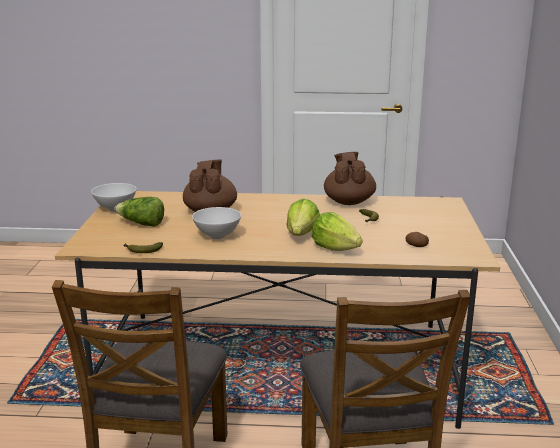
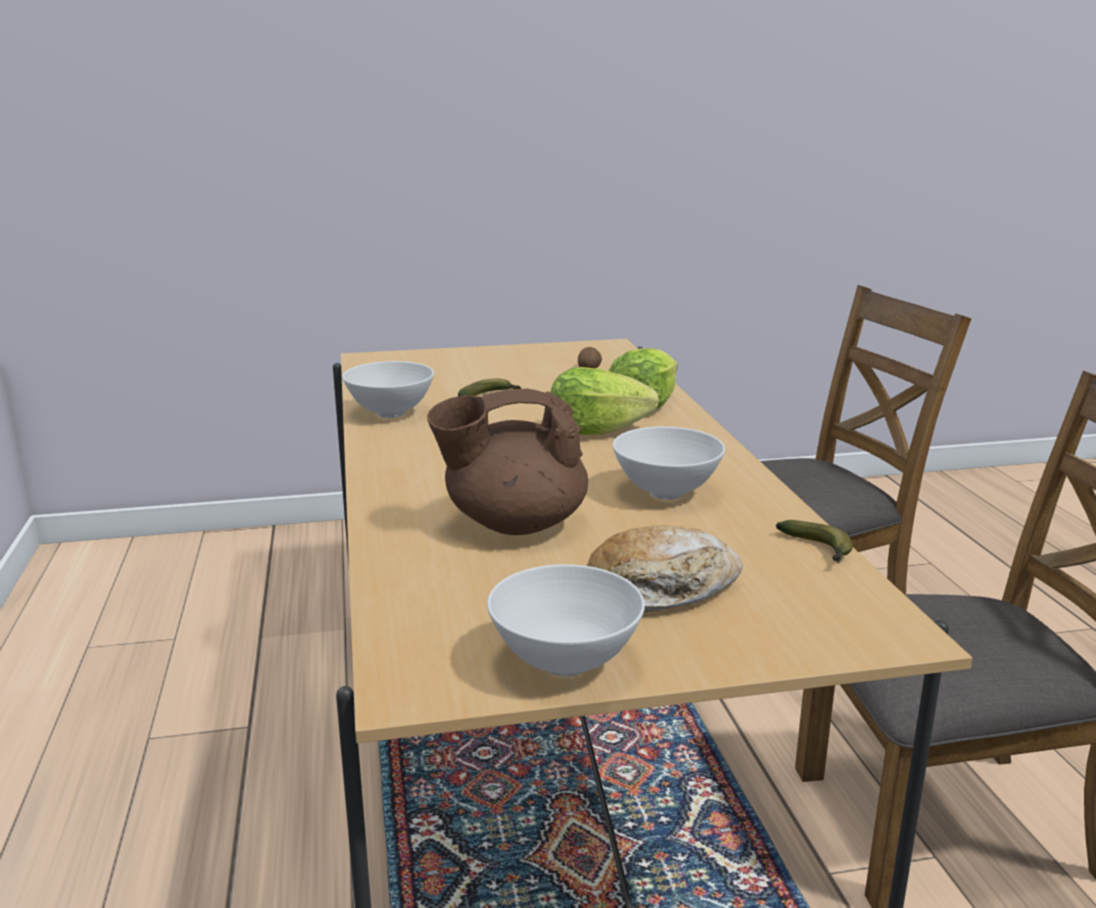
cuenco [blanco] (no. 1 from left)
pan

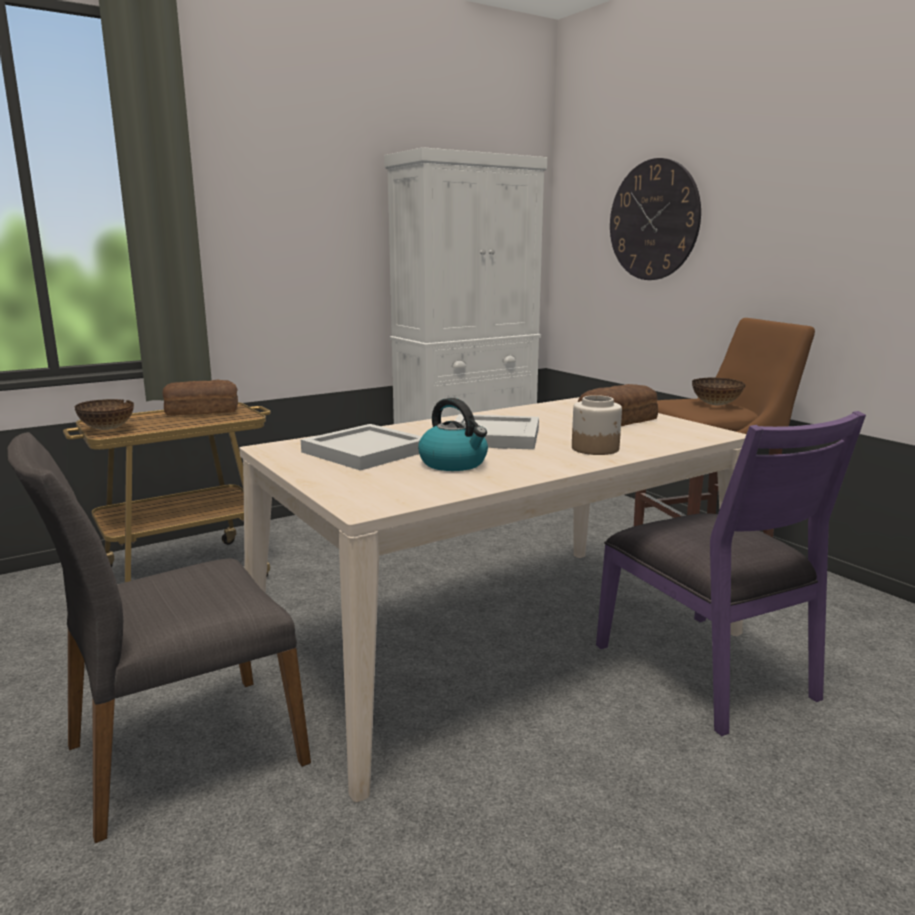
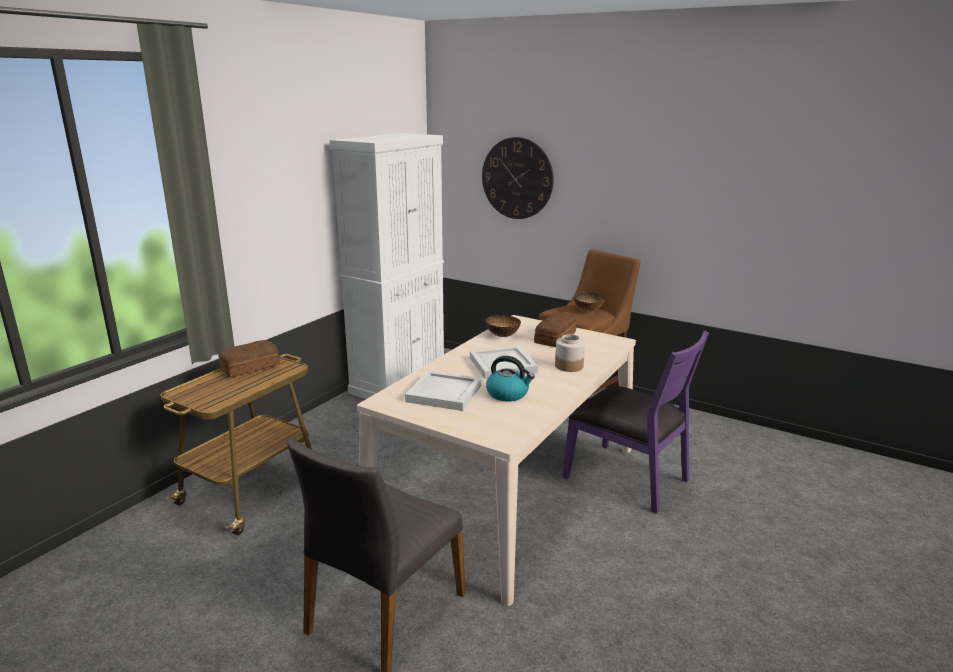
cuenco (no. 1 from left)

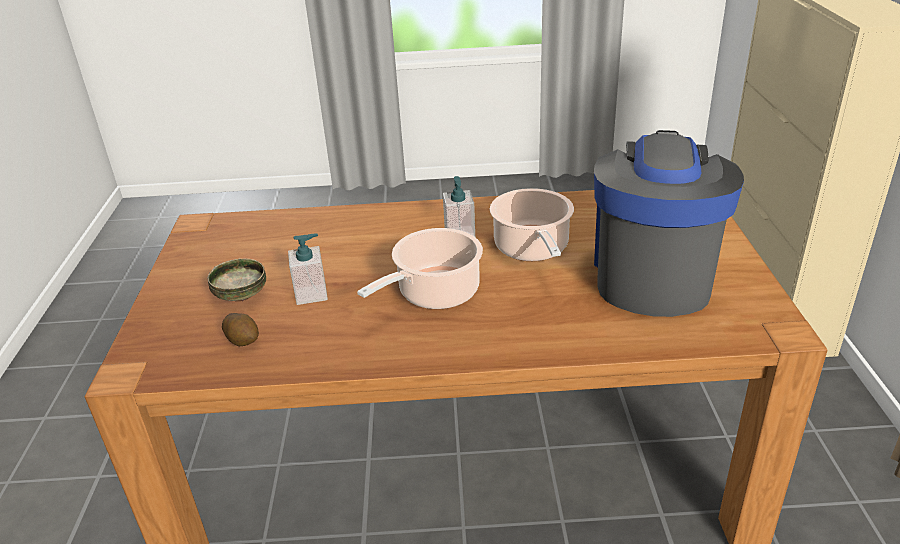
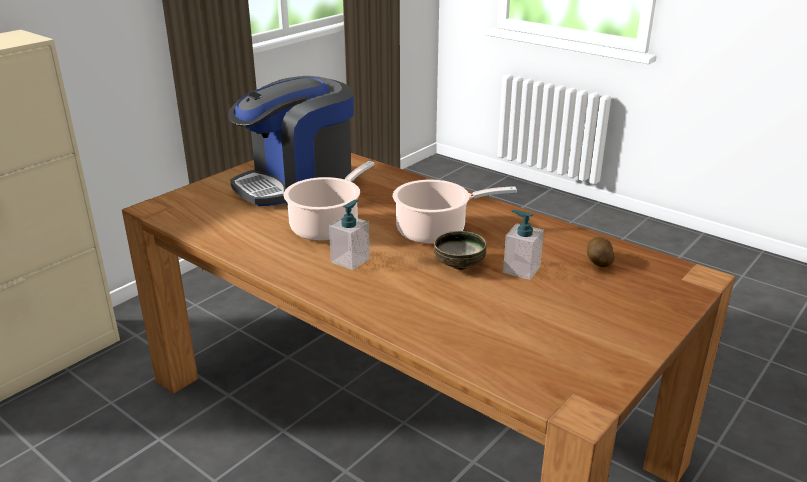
cuenco

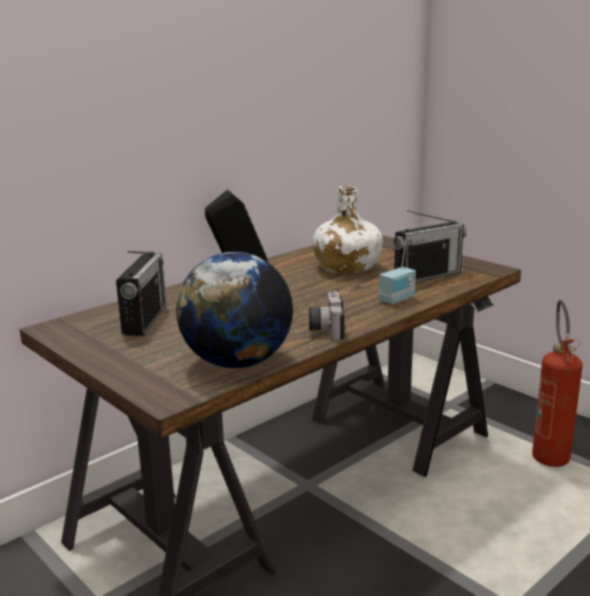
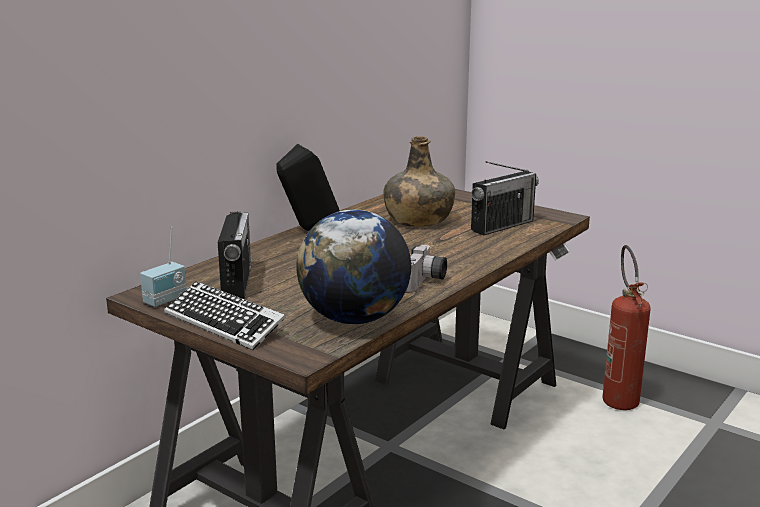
radio (no. 1 from left)
teclado
botella [verde]
cámara

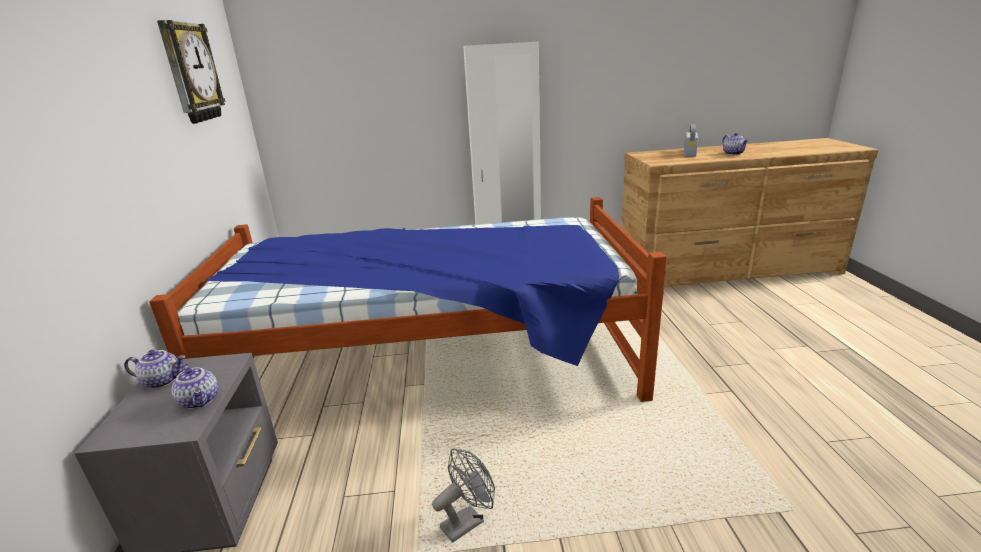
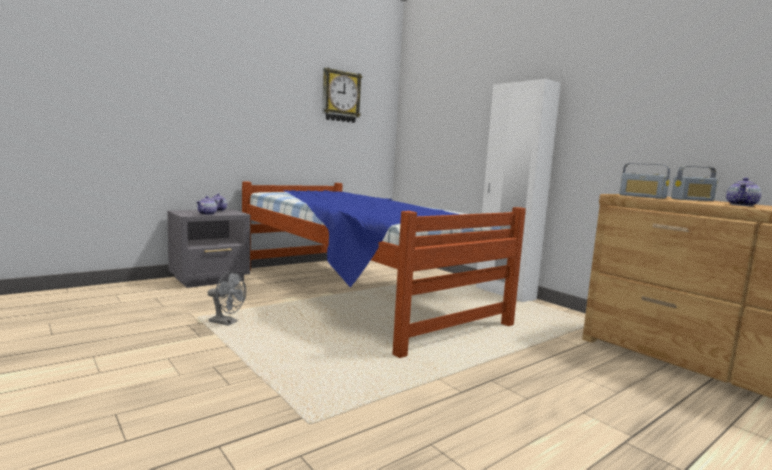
radio (no. 1 from left)

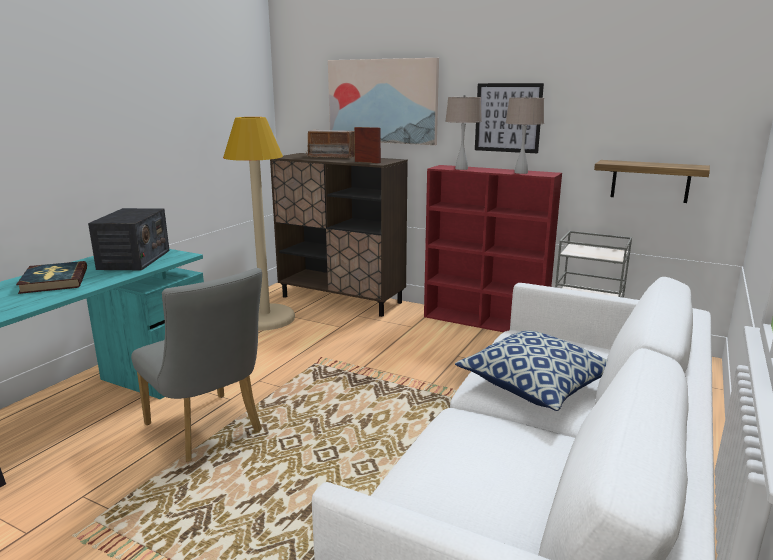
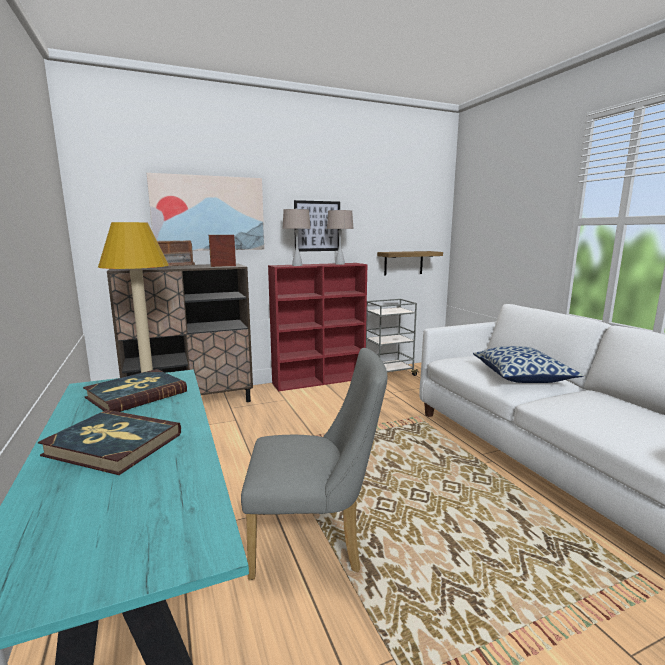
libro (no. 2 from left)

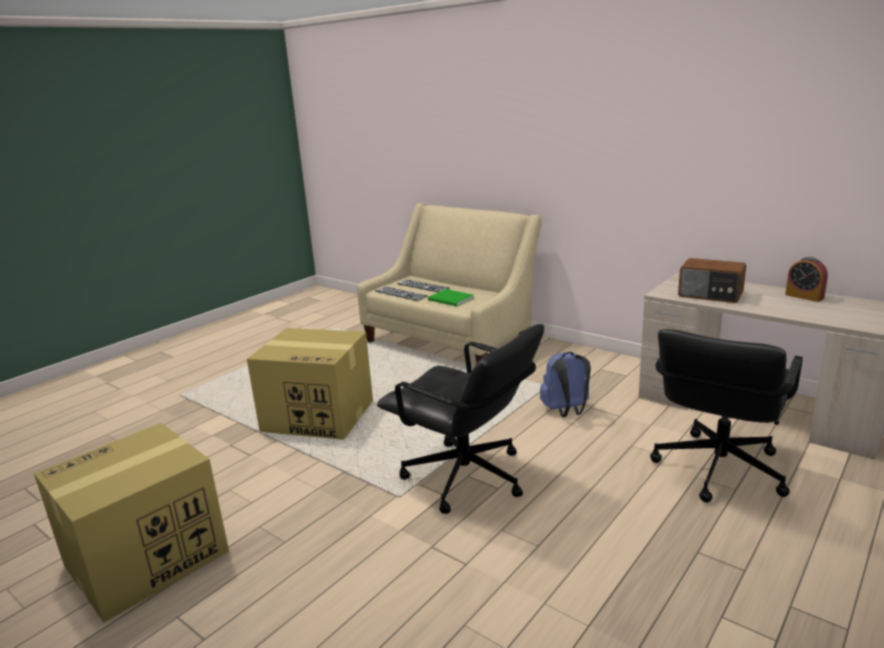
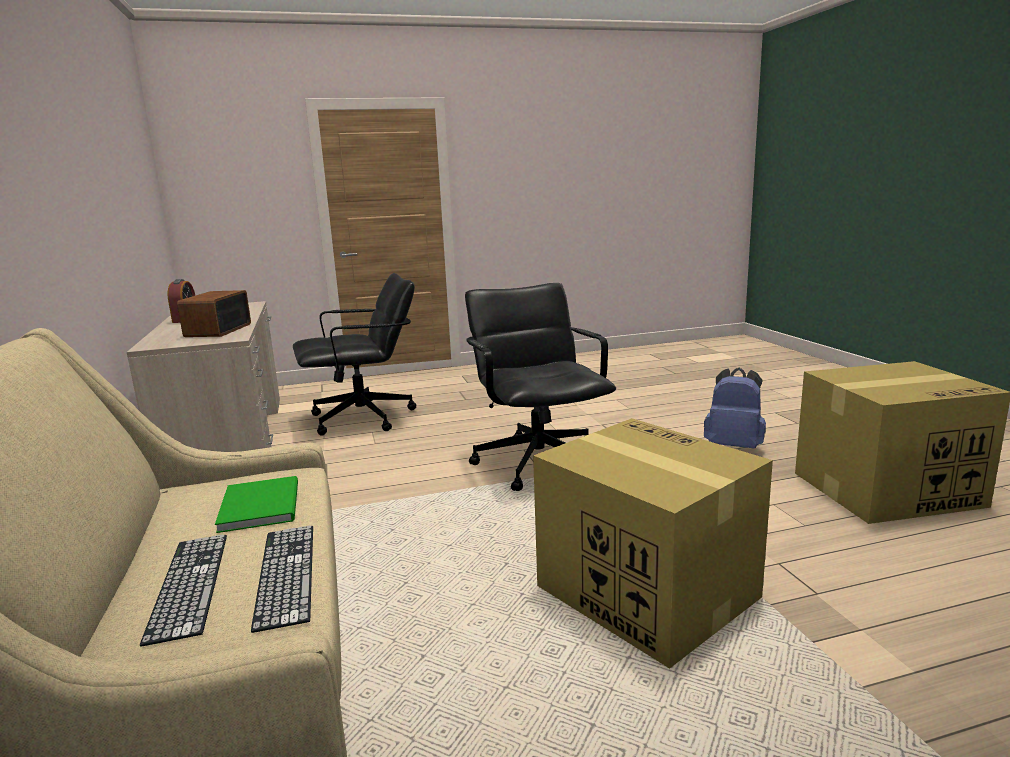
radio
mochila [azul]

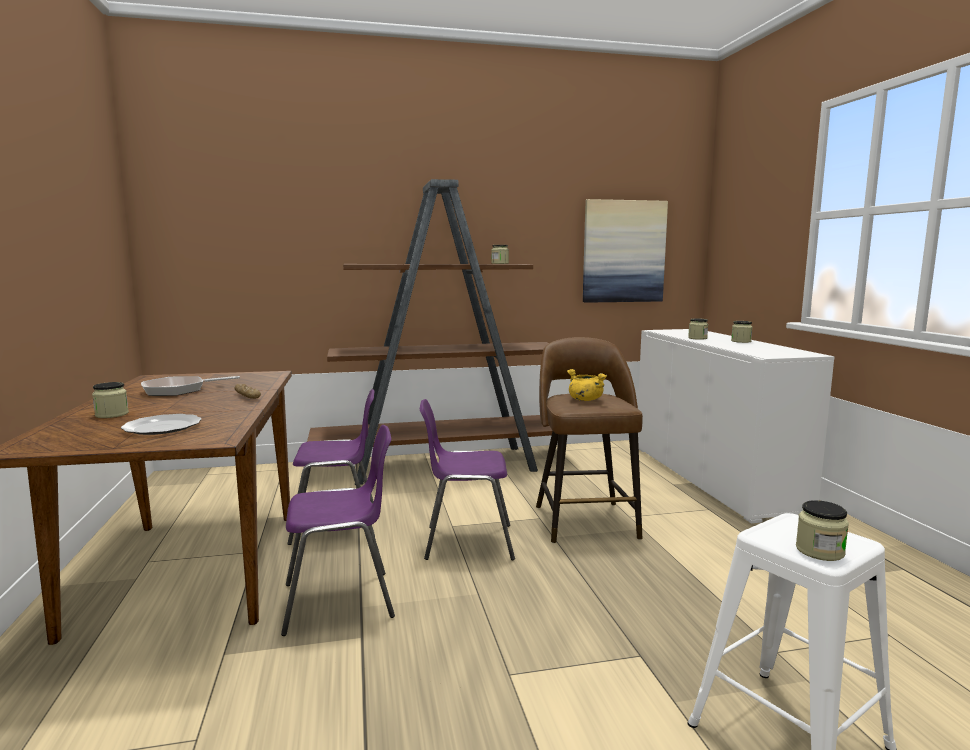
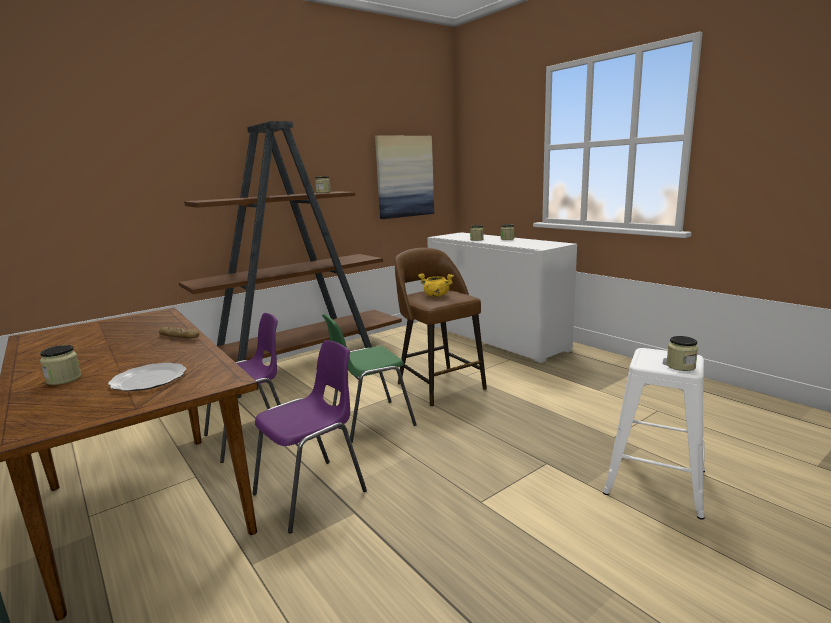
silla [verde]
sartén

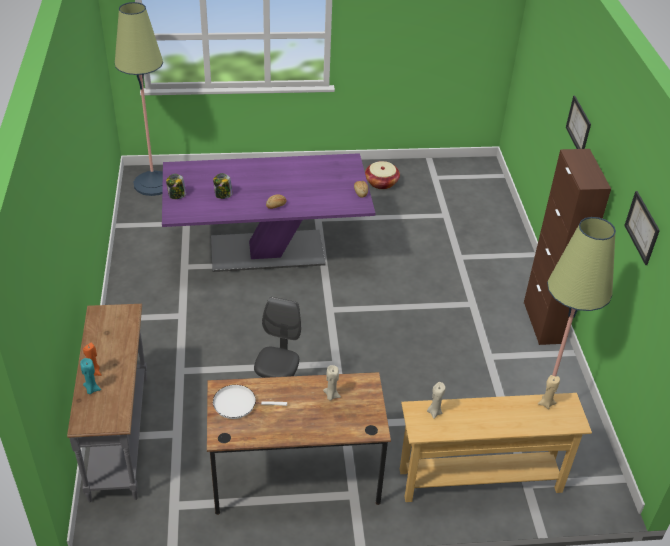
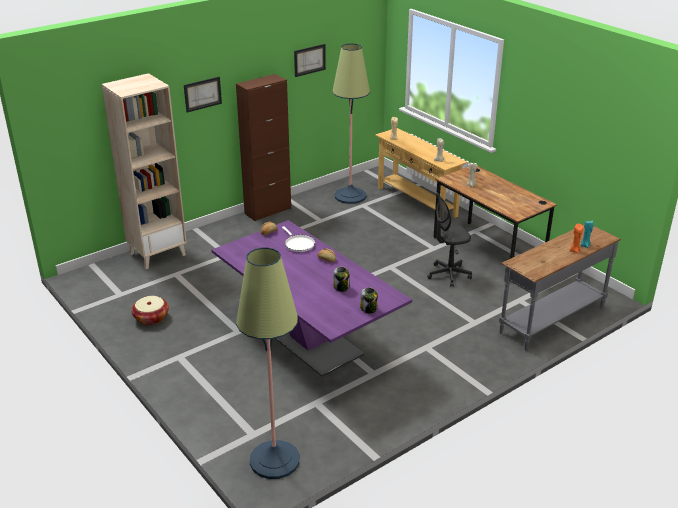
estantería [beis]
sartén [blanco]

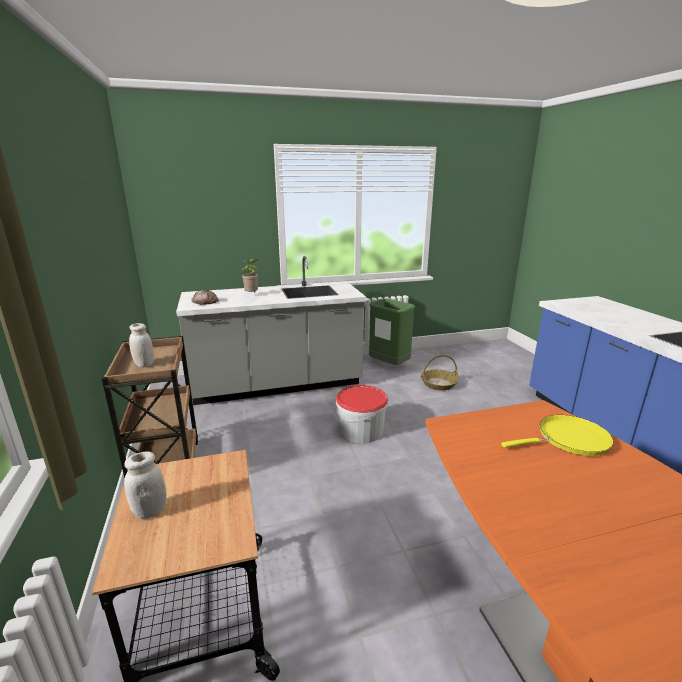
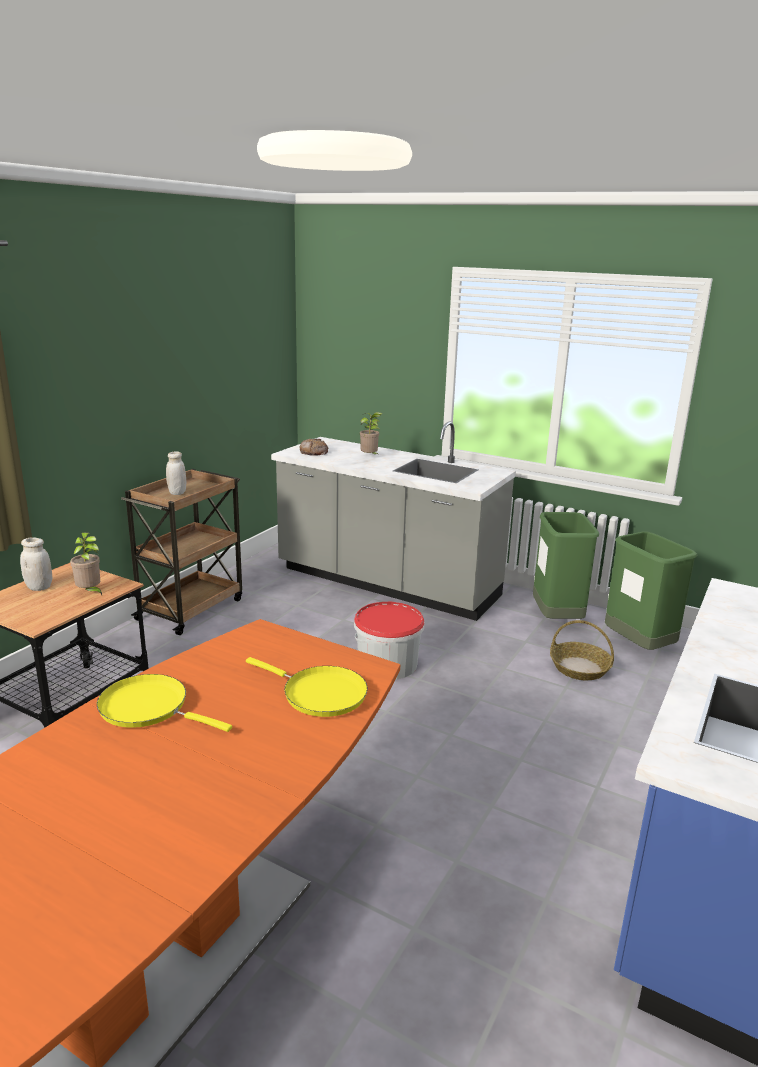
planta en maceta (no. 1 from left)
sartén [amarillo] (no. 1 from left)
papelera [verde] (no. 2 from left)

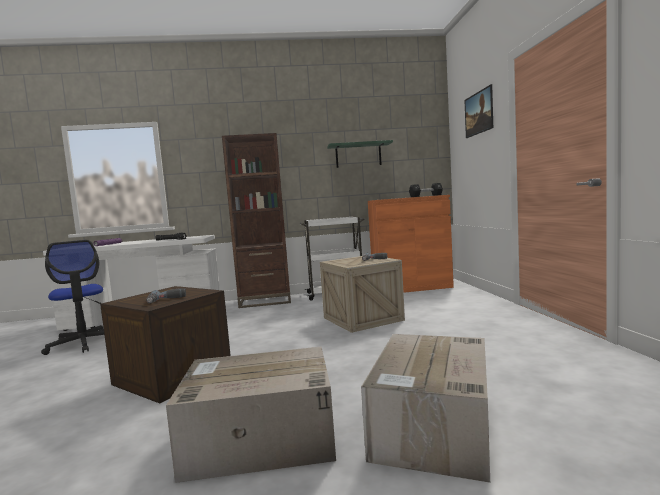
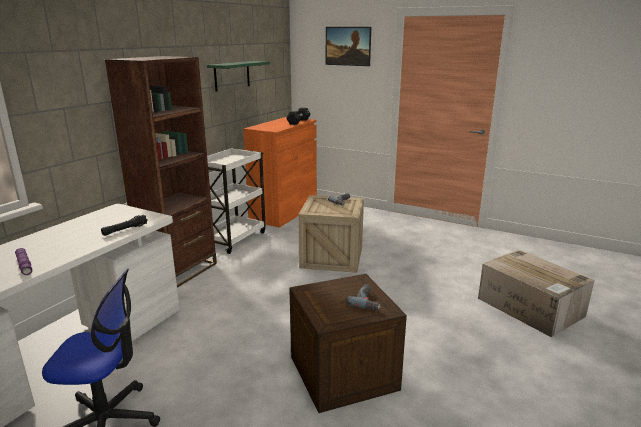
caja de cartón (no. 1 from left in the first image)

